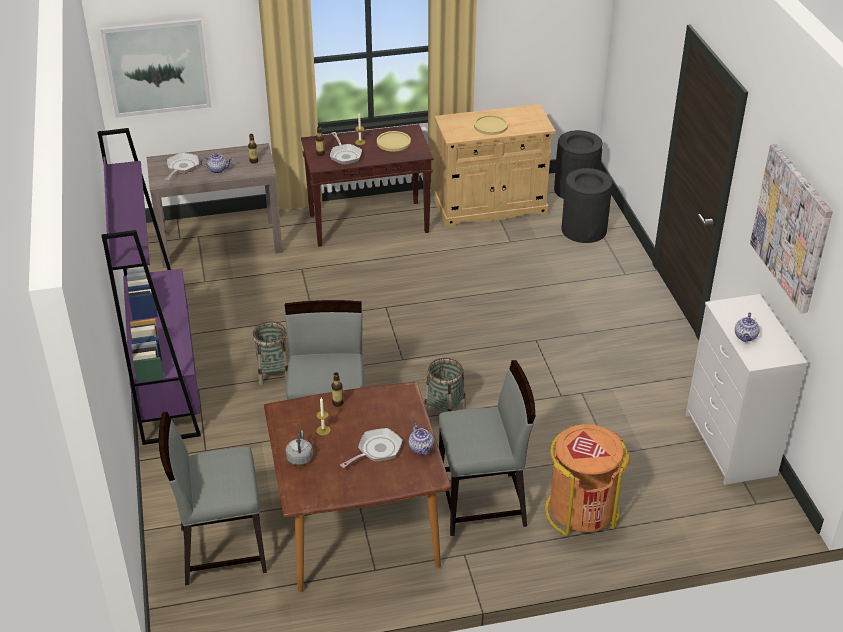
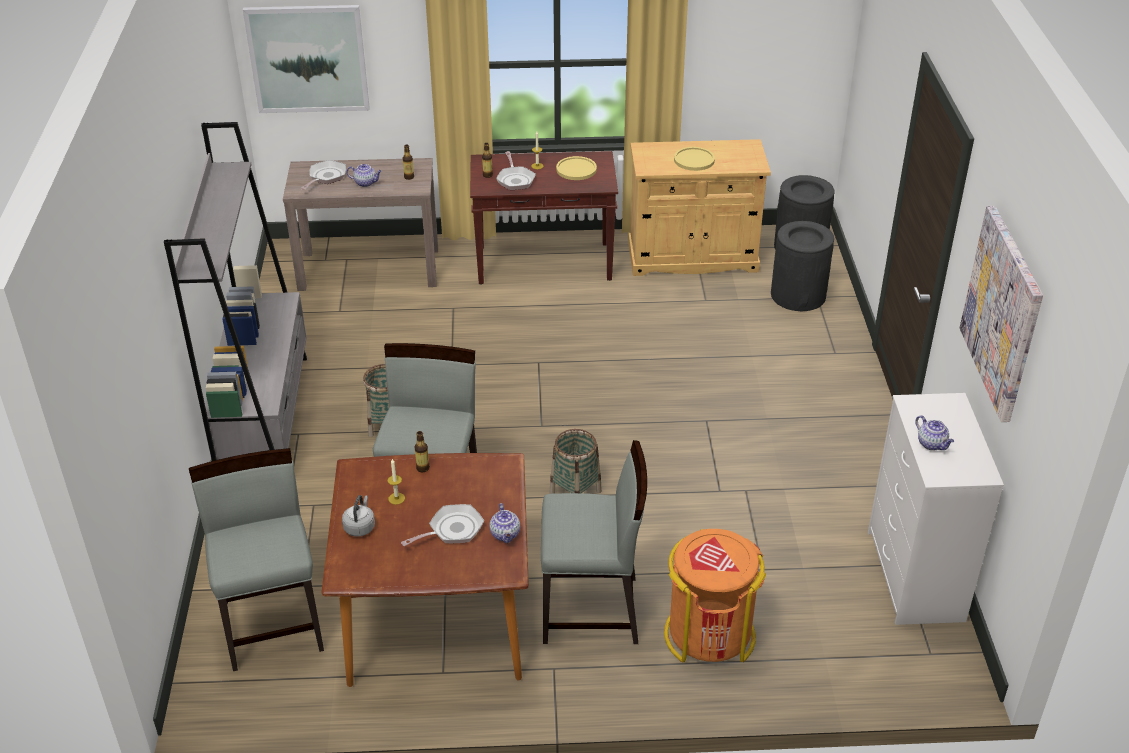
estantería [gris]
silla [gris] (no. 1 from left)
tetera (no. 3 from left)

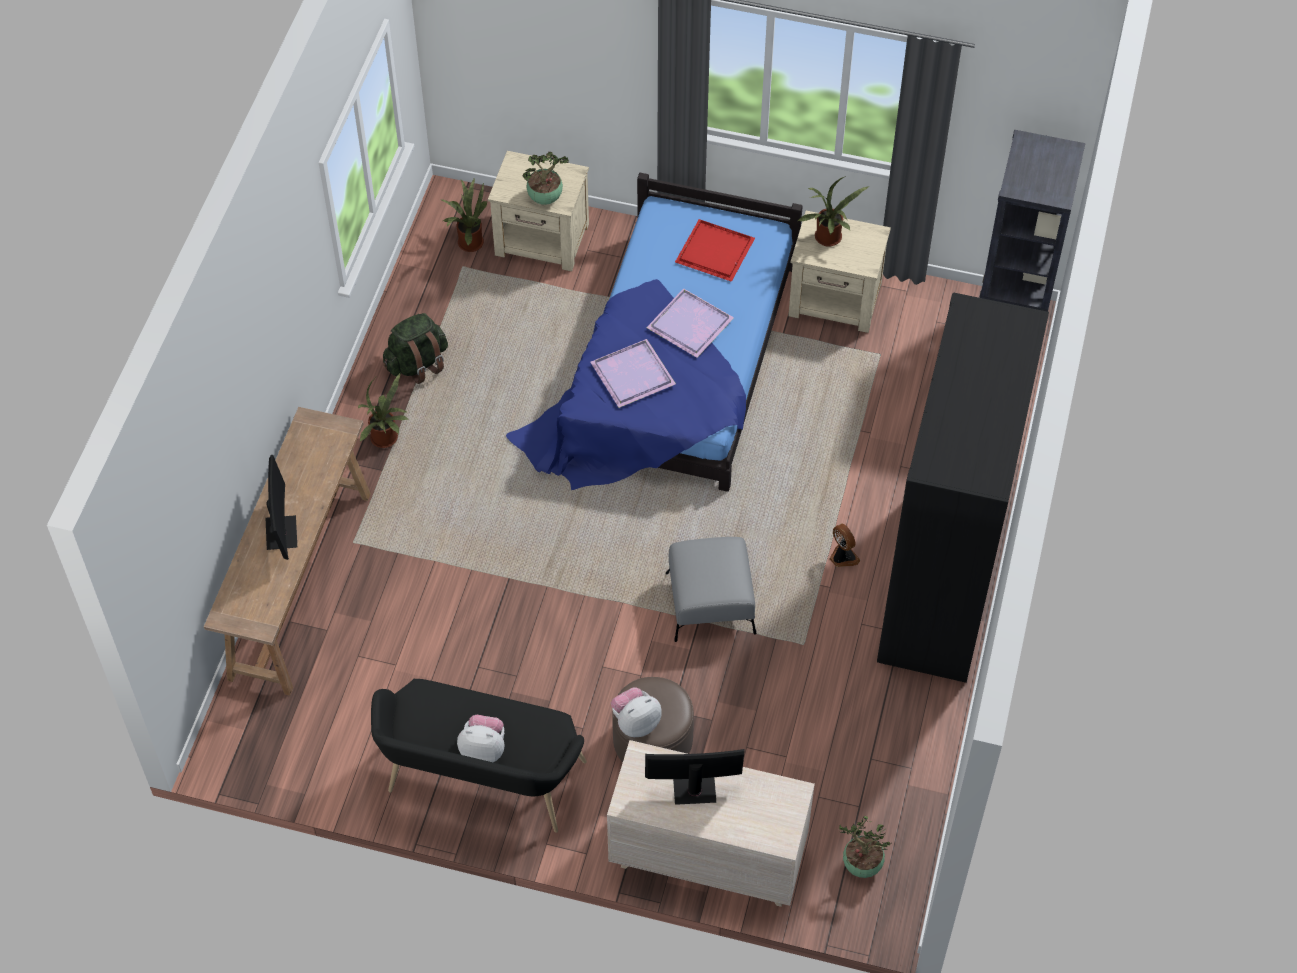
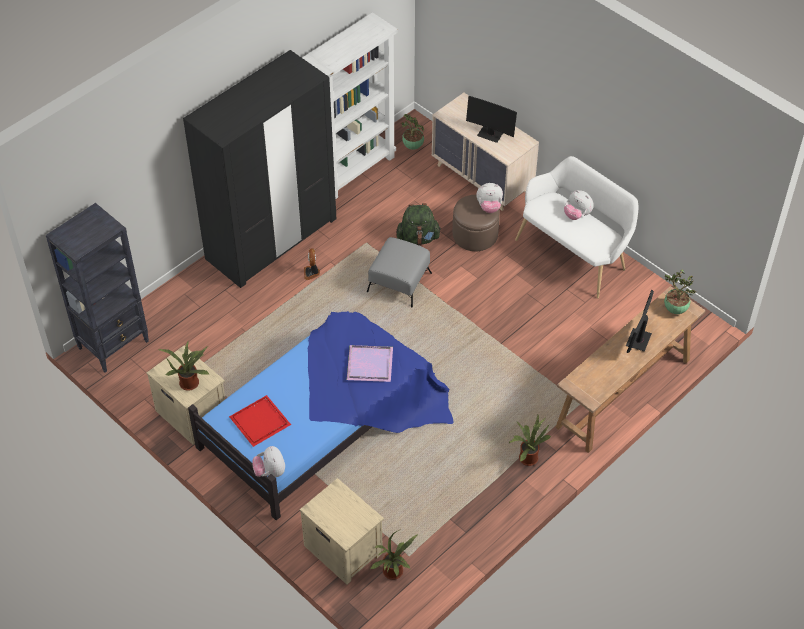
peluche (no. 1 from left)
estantería [blanco]
mochila [verde]
banco [blanco]
planta en maceta (no. 5 from left)
bandeja [morado] (no. 2 from left in the first image)

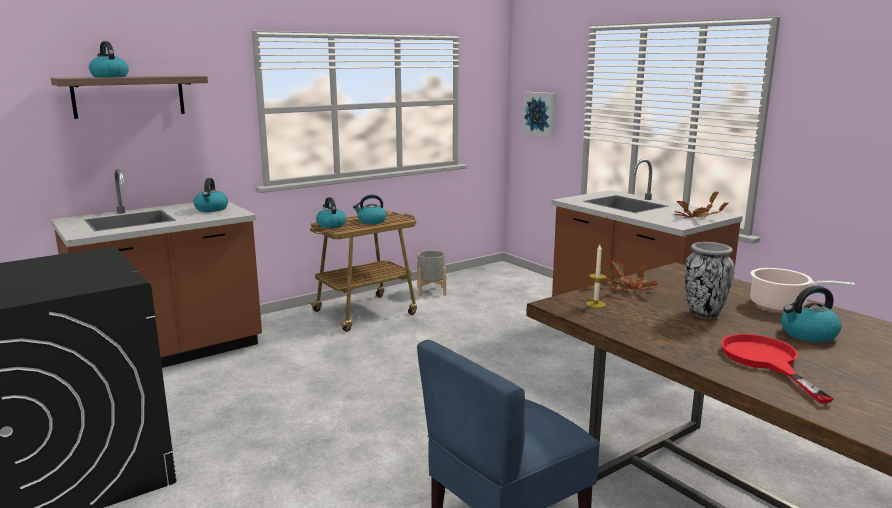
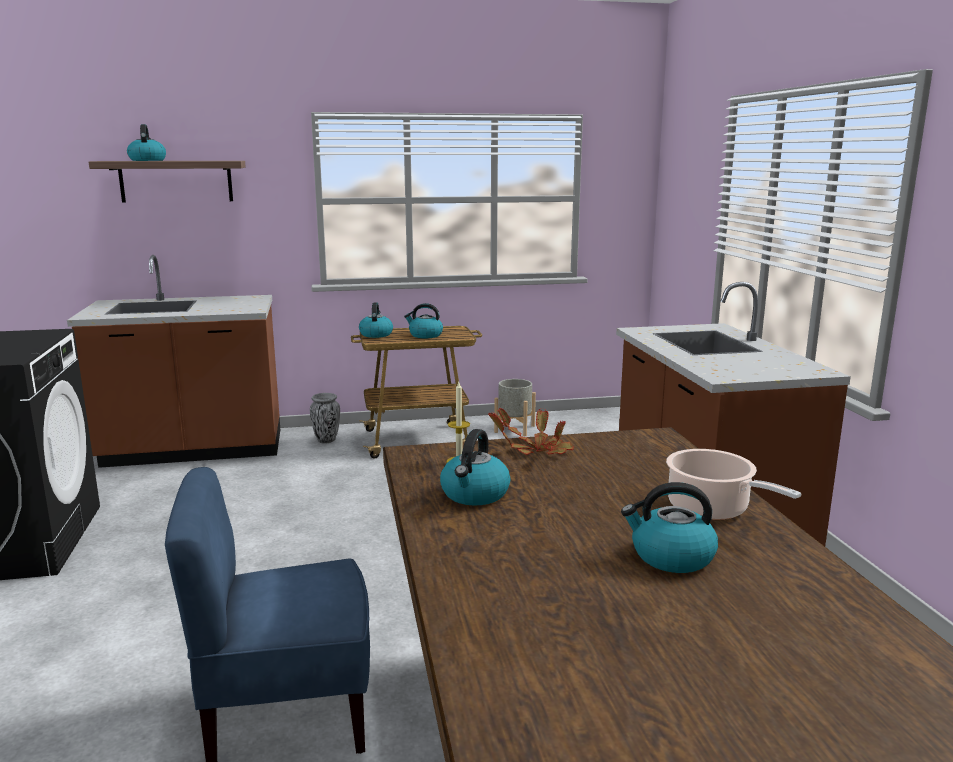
florero
hervidor (no. 4 from left)
cuadro
planta en maceta (no. 2 from left in the first image)
sartén [rojo]

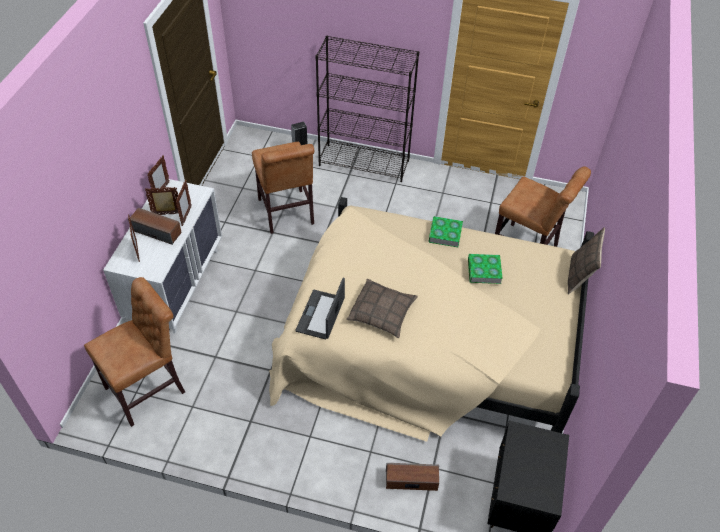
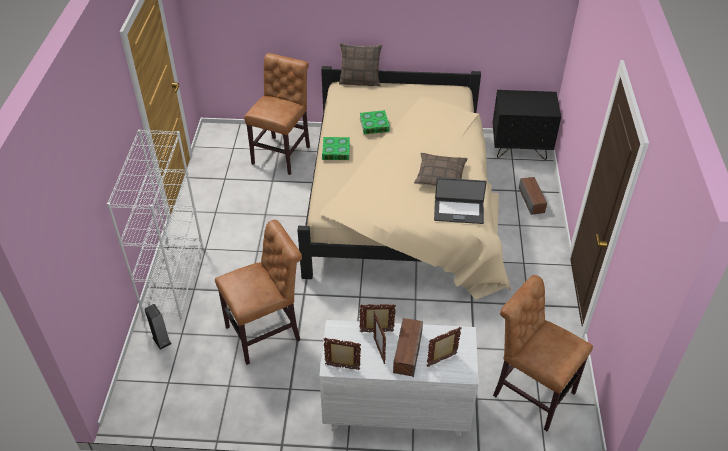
estantería [blanco]

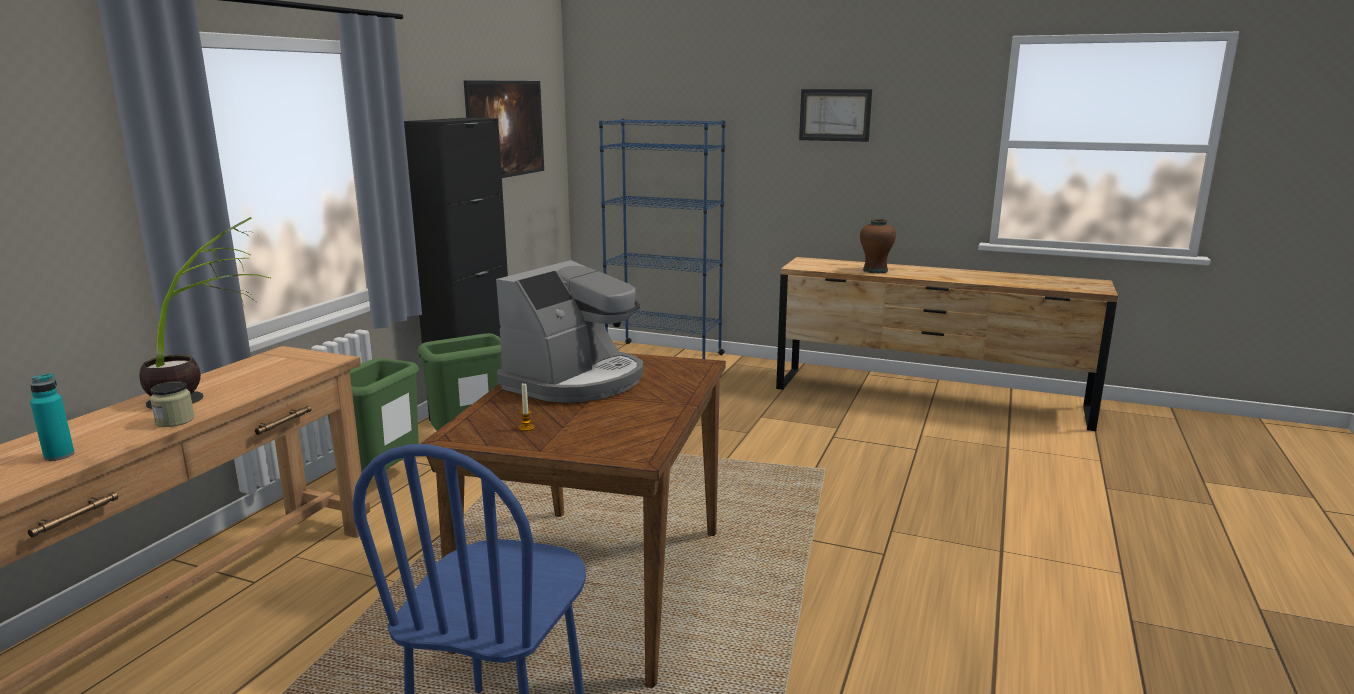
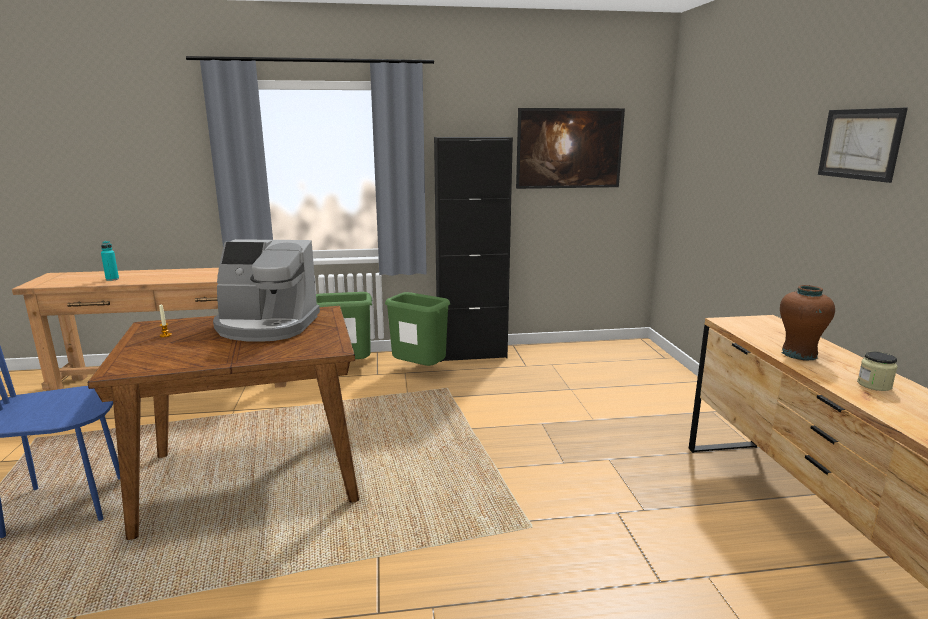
tarro
planta en maceta
estantería [azul]

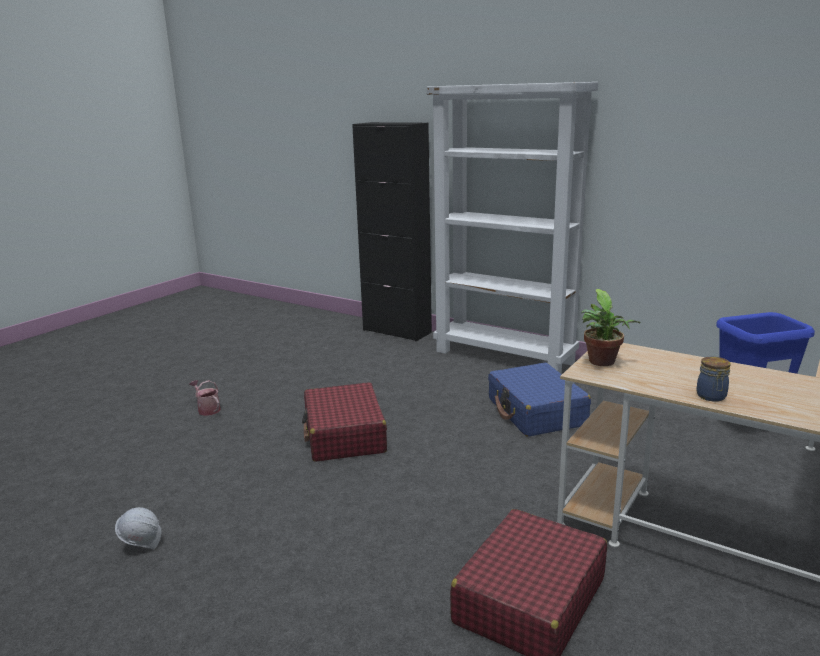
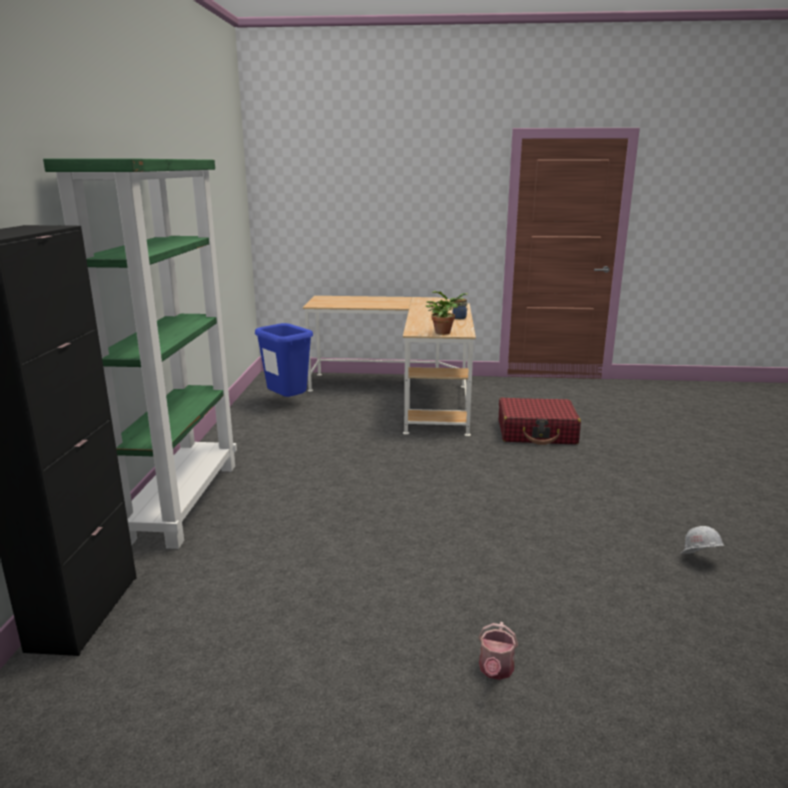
estantería [verde]
maleta [rojo] (no. 1 from left in the first image)
maleta [azul]

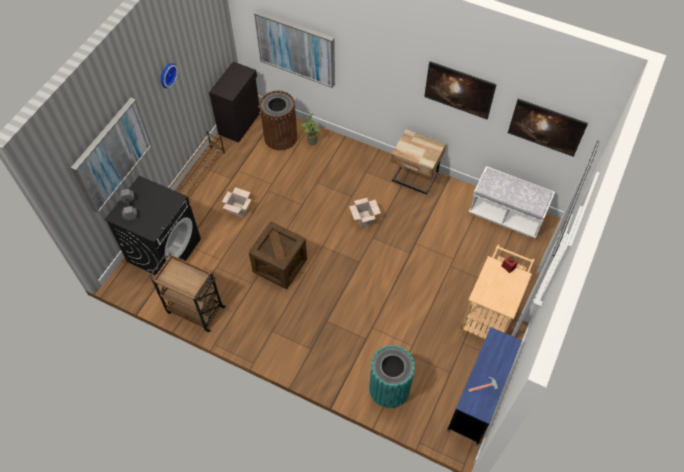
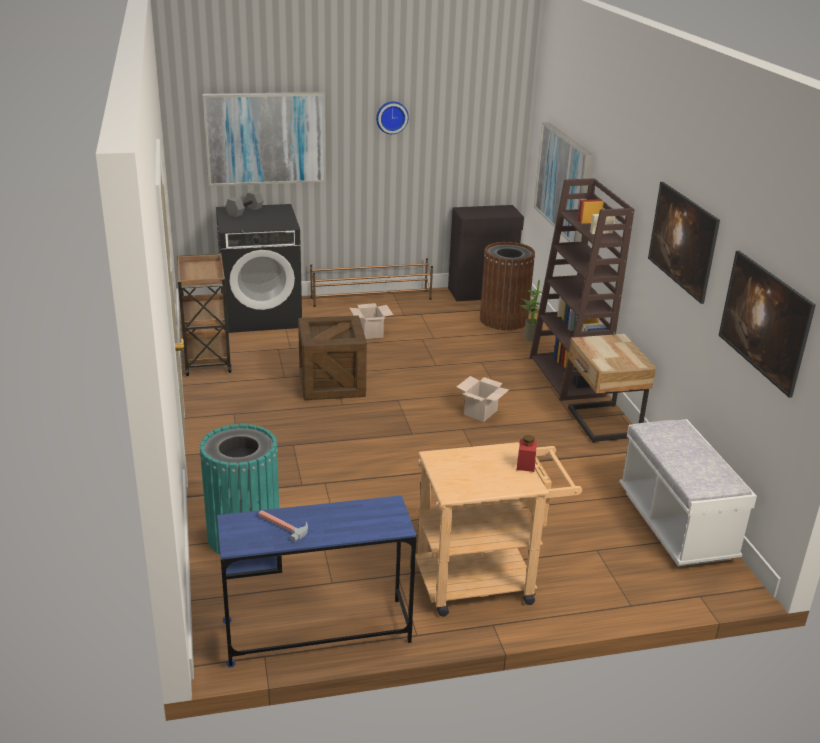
estantería [marrón]

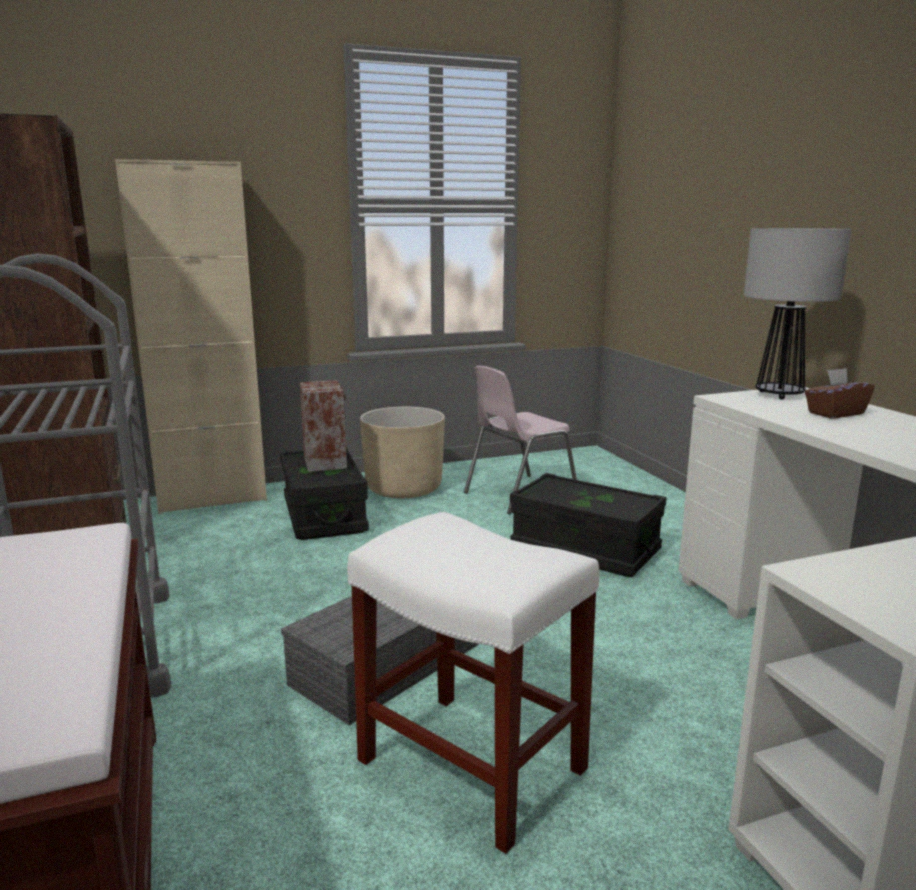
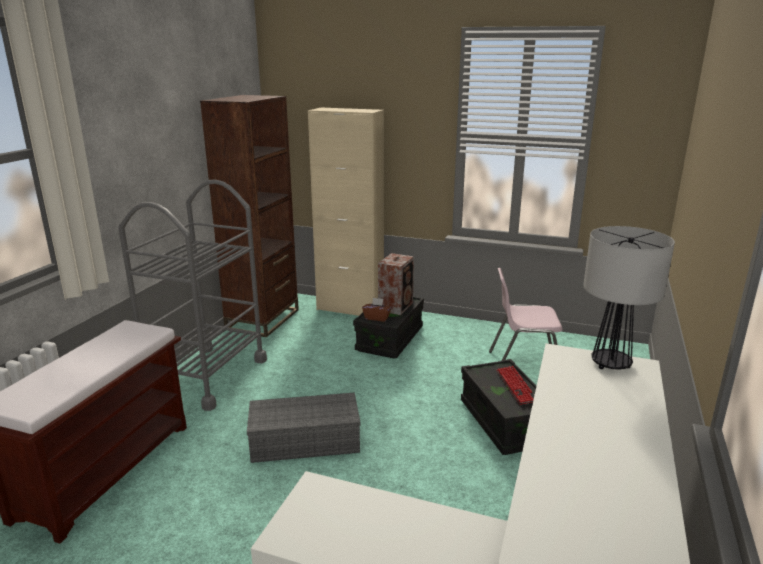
caja de pañuelos [marrón]
teclado
taburete [blanco]
maceta [beis]

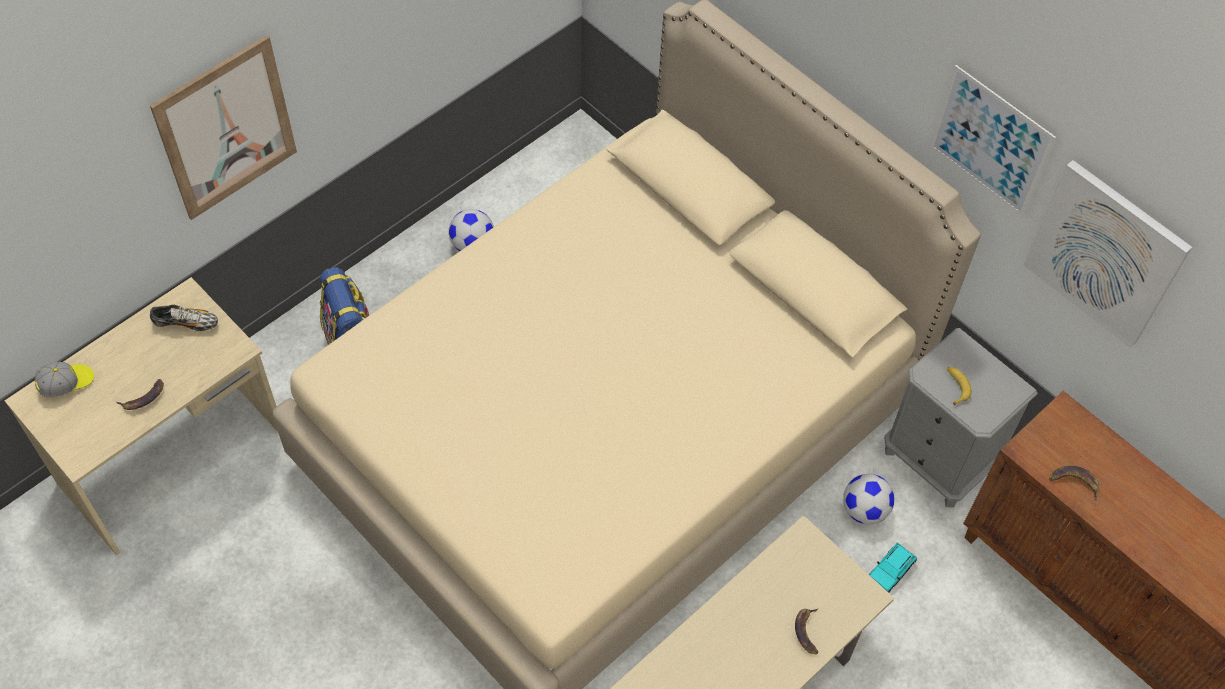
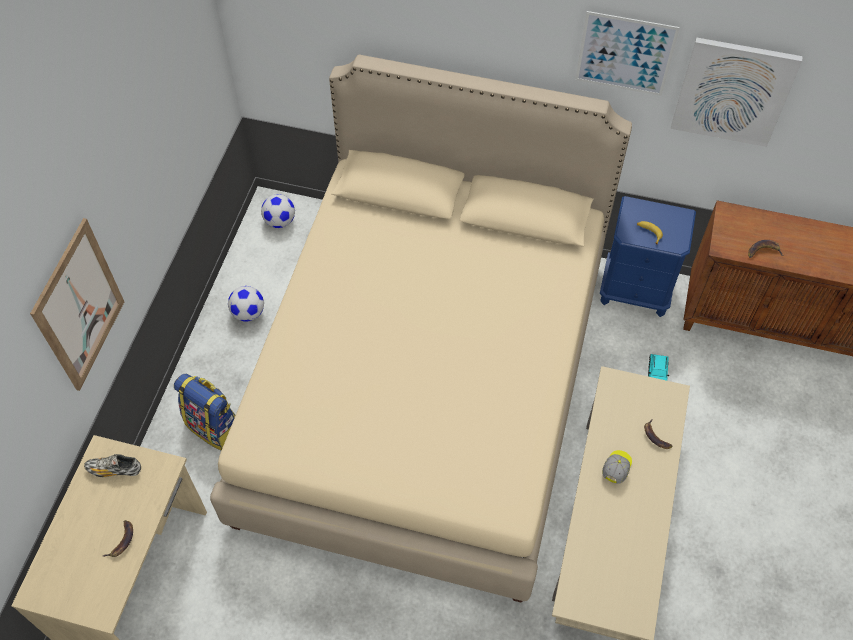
zapato
balón de fútbol (no. 2 from left)
mesita de noche [azul]
gorra

